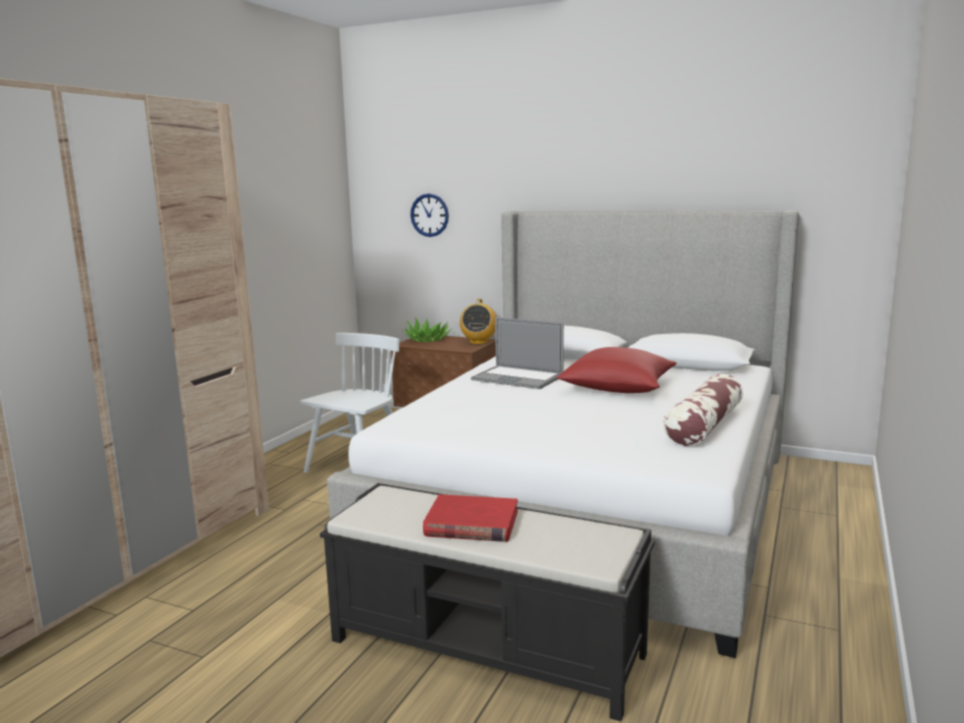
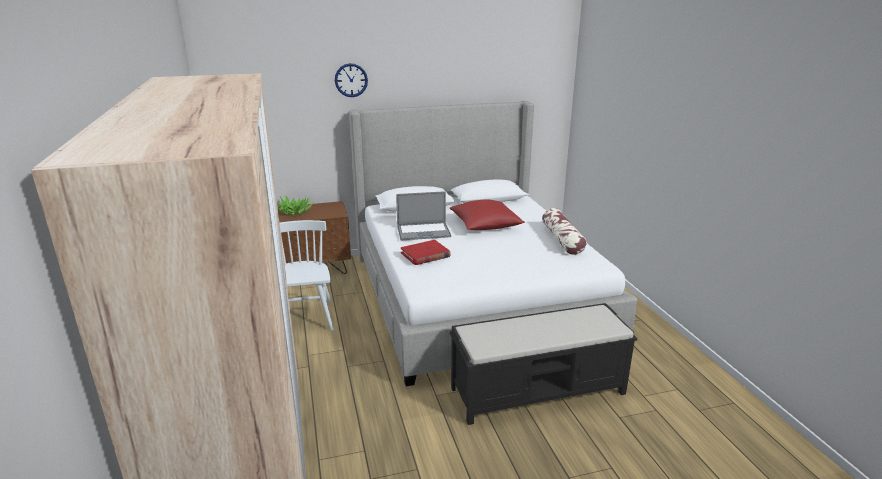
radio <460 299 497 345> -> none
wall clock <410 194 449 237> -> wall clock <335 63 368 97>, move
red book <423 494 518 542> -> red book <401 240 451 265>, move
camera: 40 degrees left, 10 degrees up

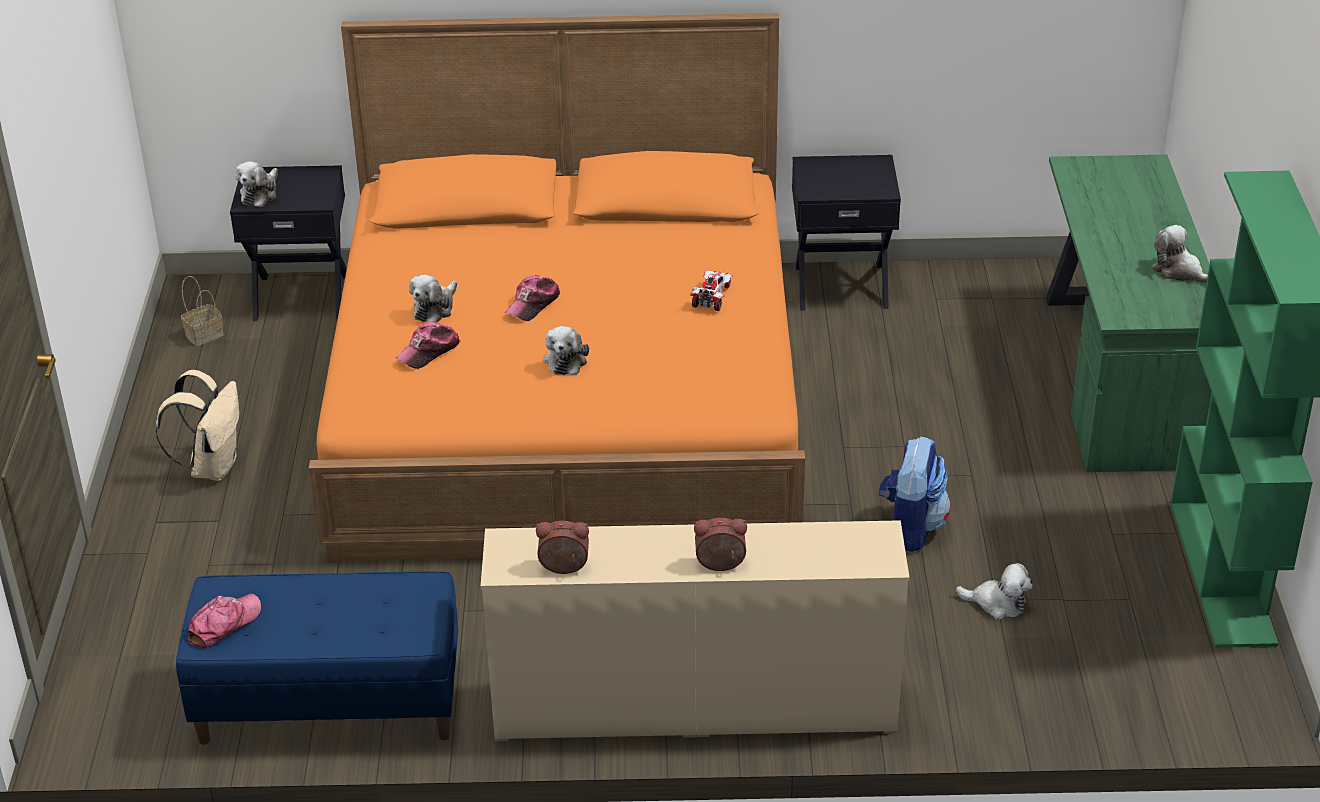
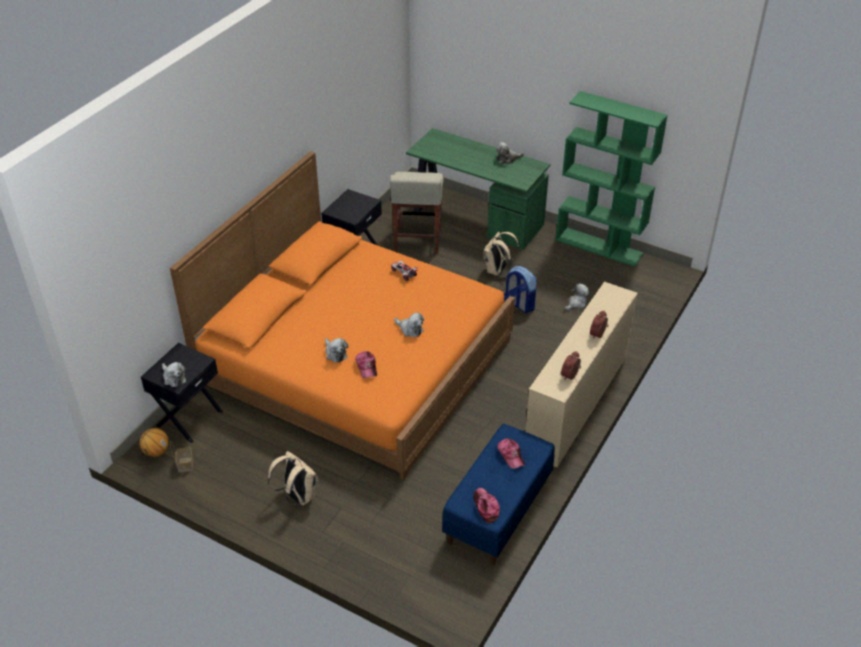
none -> basketball <139 428 169 457>
none -> beige stool <390 172 444 254>
none -> beige backpack <484 232 519 276>
cap <505 275 560 321> -> cap <498 438 525 469>, move
camera: 60 degrees left, 5 degrees up

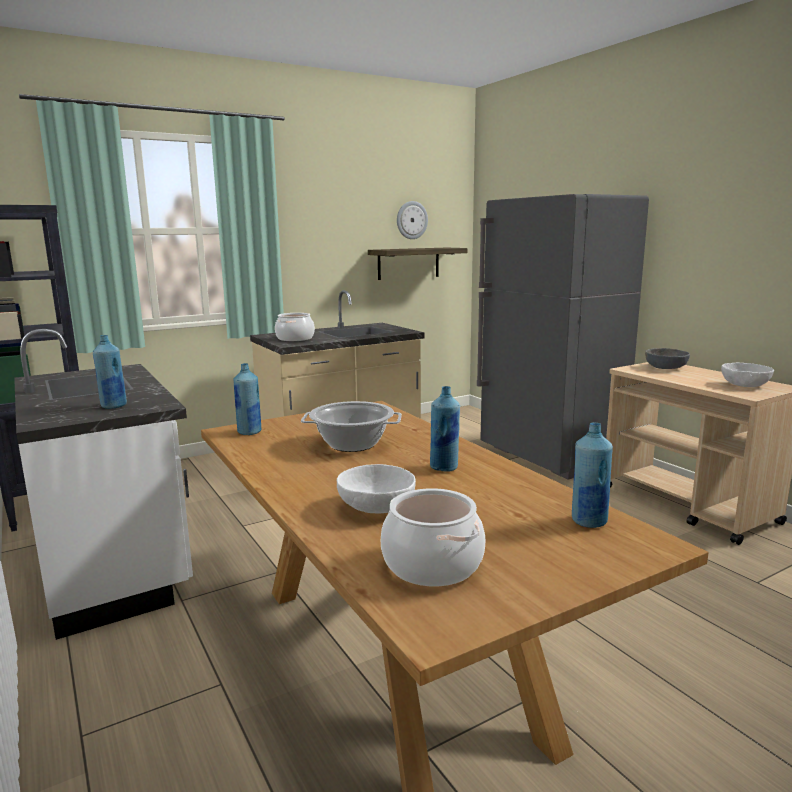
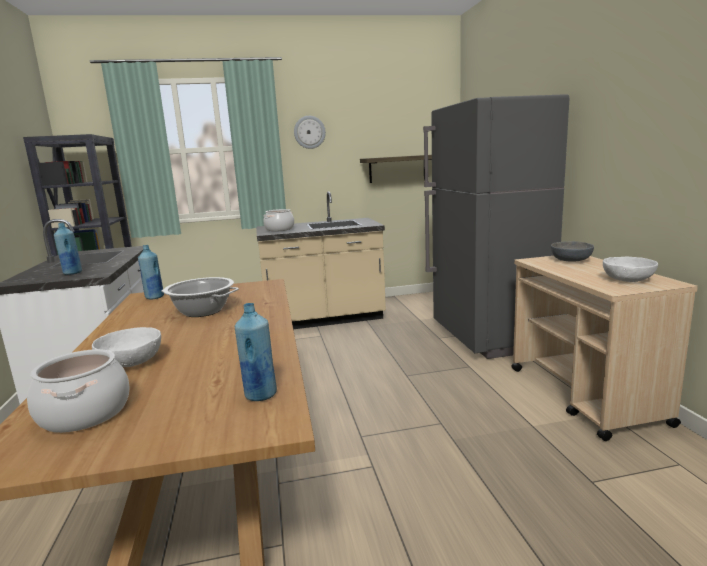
blue bottle <430 386 460 472> -> none
wall clock <397 201 428 239> -> wall clock <294 116 326 149>, move
camera: 20 degrees right, 0 degrees up

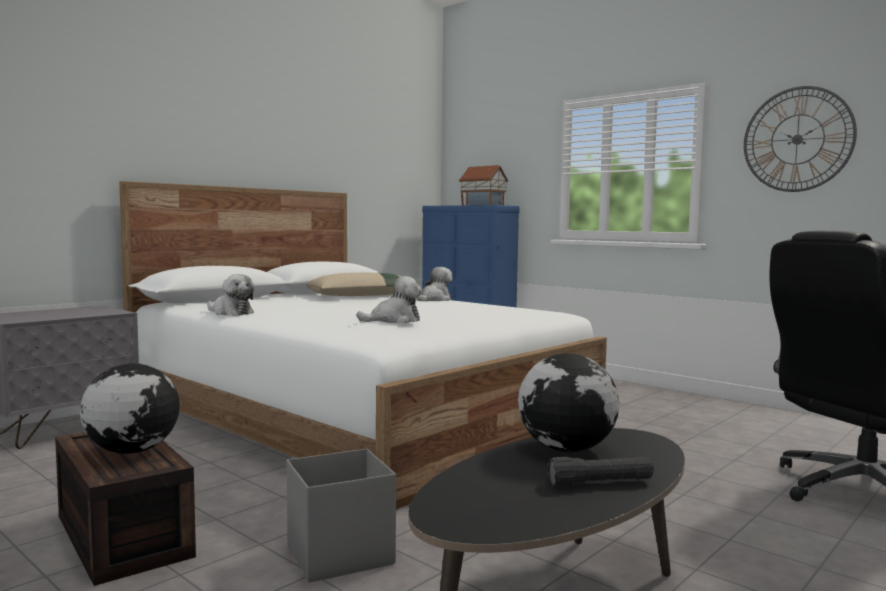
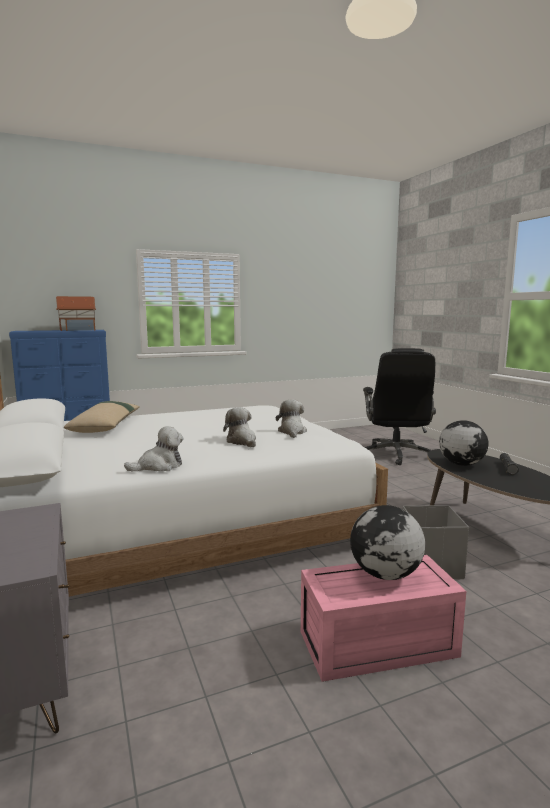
wall clock <744 86 857 192> -> none
plush toy <416 267 453 301> -> plush toy <223 407 256 447>, move
brown storage box <55 432 196 586> -> pink storage box <301 555 466 682>
camera: 65 degrees left, 5 degrees up

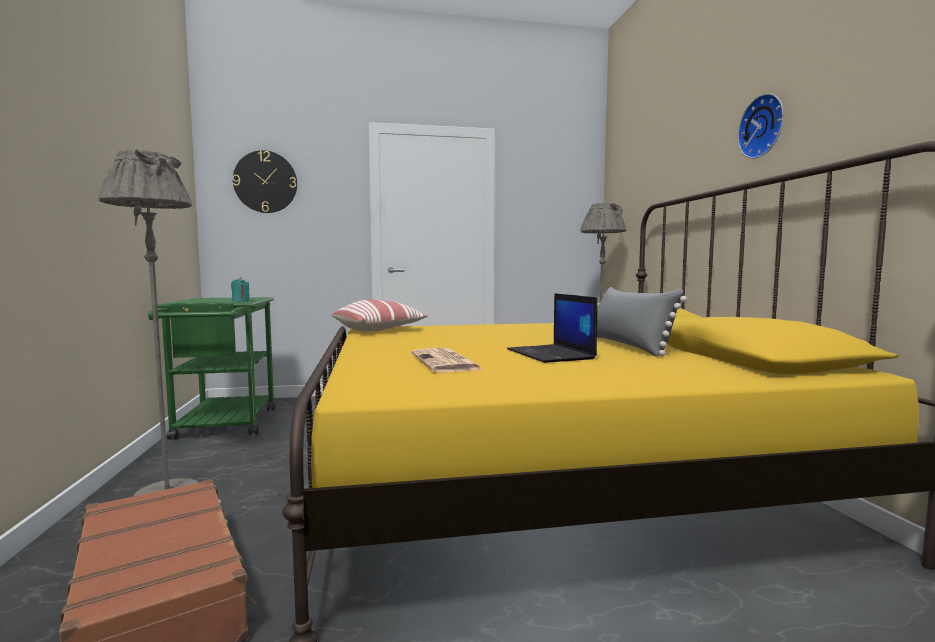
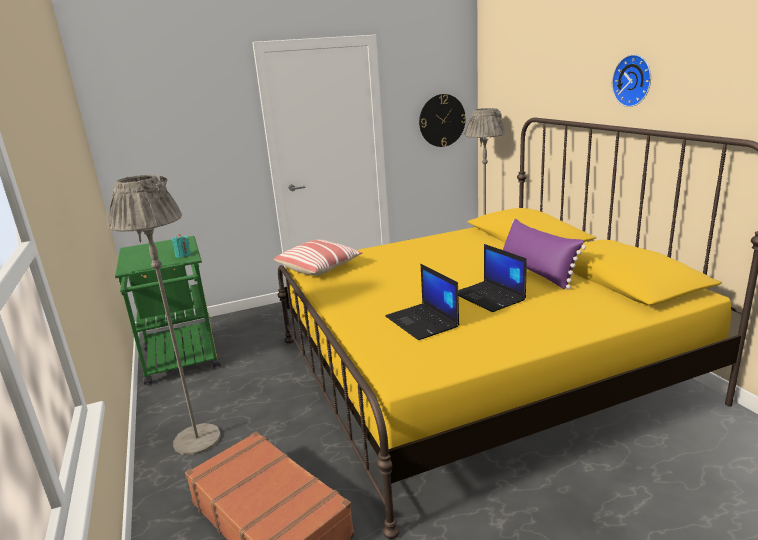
wall clock <233 150 297 213> -> wall clock <419 94 466 147>, move
newspaper <412 348 484 372> -> laptop <385 264 459 340>
grey pillow <597 287 687 357> -> purple pillow <503 219 586 290>
camera: 10 degrees left, 15 degrees up

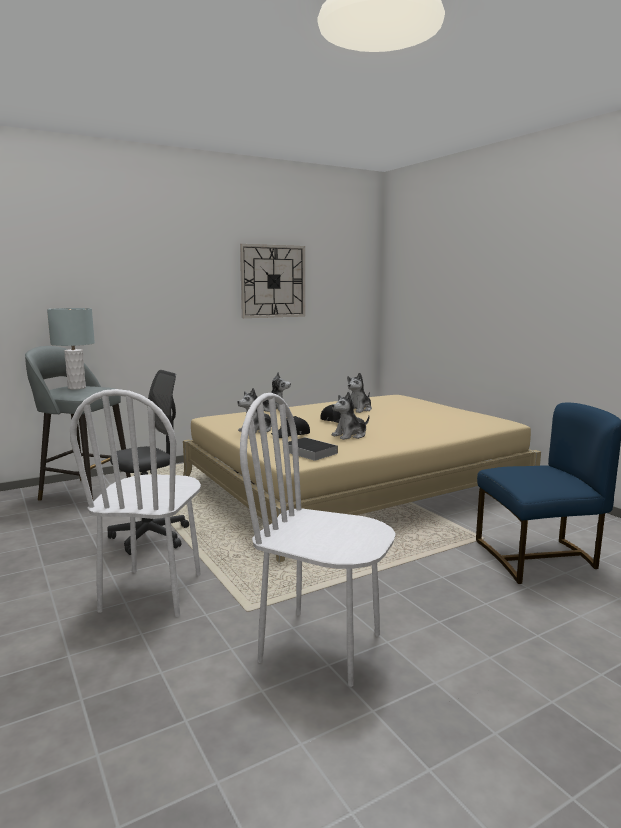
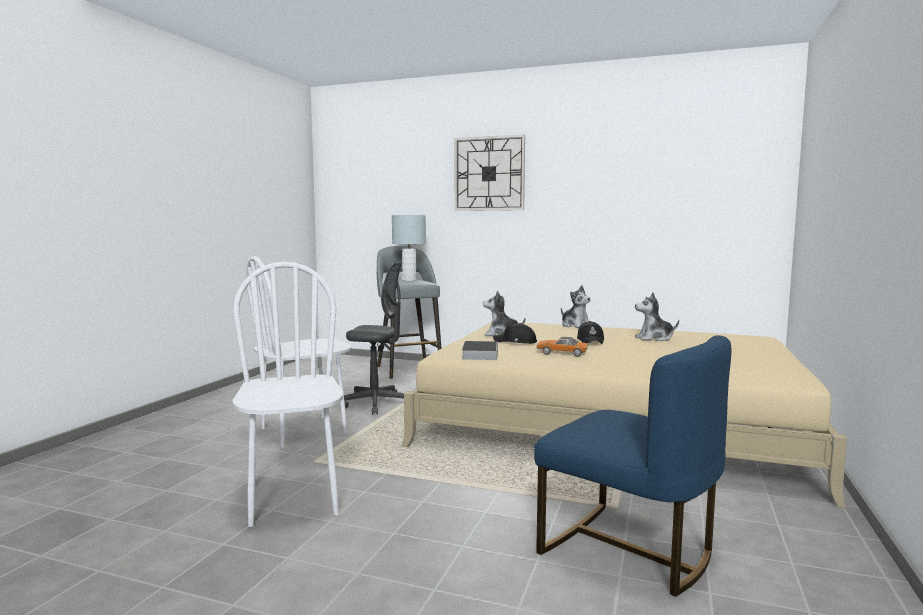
wall clock <240 244 305 318> -> wall clock <454 134 525 211>, move
plush toy <332 392 369 440> -> toy car <536 337 588 356>
camera: 50 degrees right, 5 degrees down

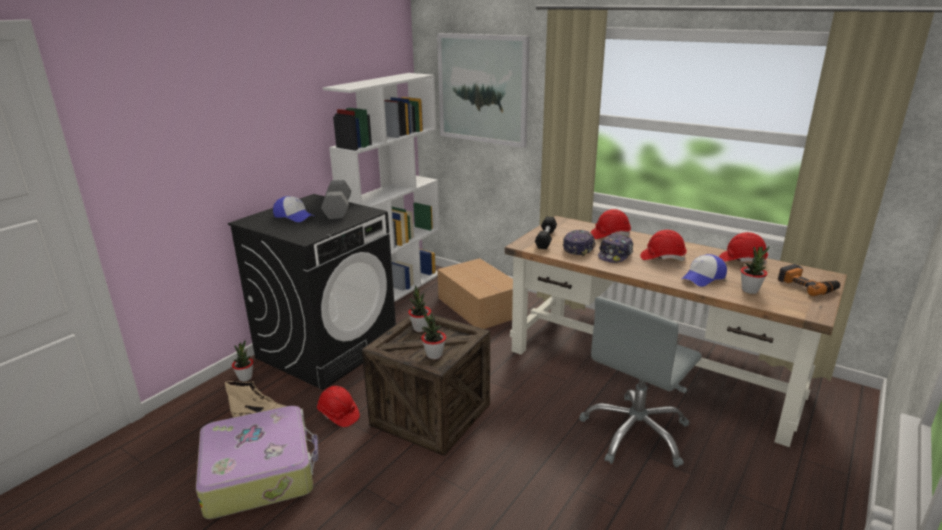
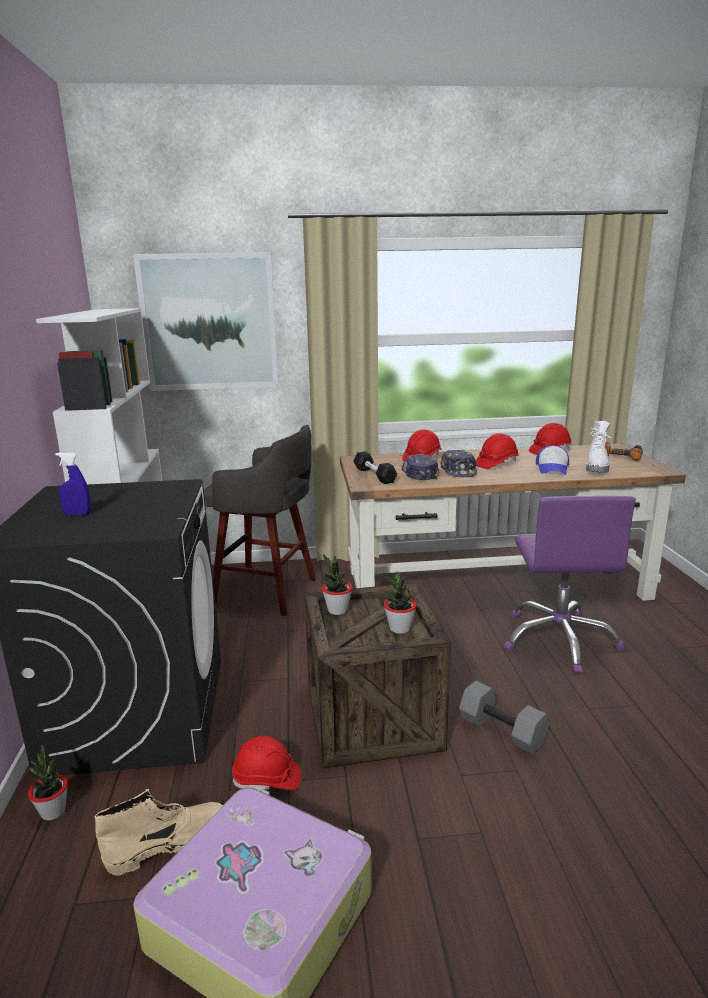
grey dumbbell <321 180 351 219> -> grey dumbbell <459 681 549 755>, move
cap <273 196 314 222> -> blue spray bottle <55 452 91 515>
cardboard box <437 258 513 329> -> grey stool <204 425 316 616>
potted plant <741 246 770 294> -> white boot <586 421 612 472>
grey office chair <579 296 702 467> -> purple office chair <504 496 636 674>
camera: 40 degrees left, 5 degrees down

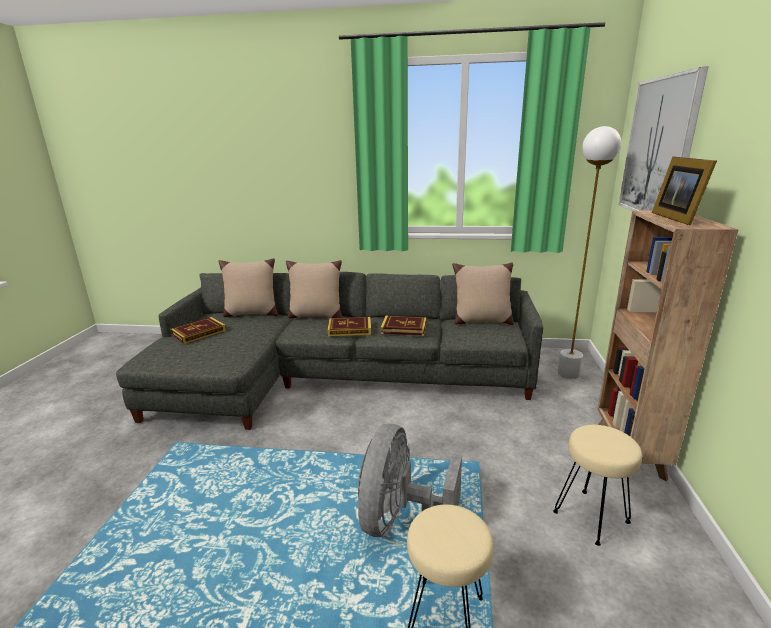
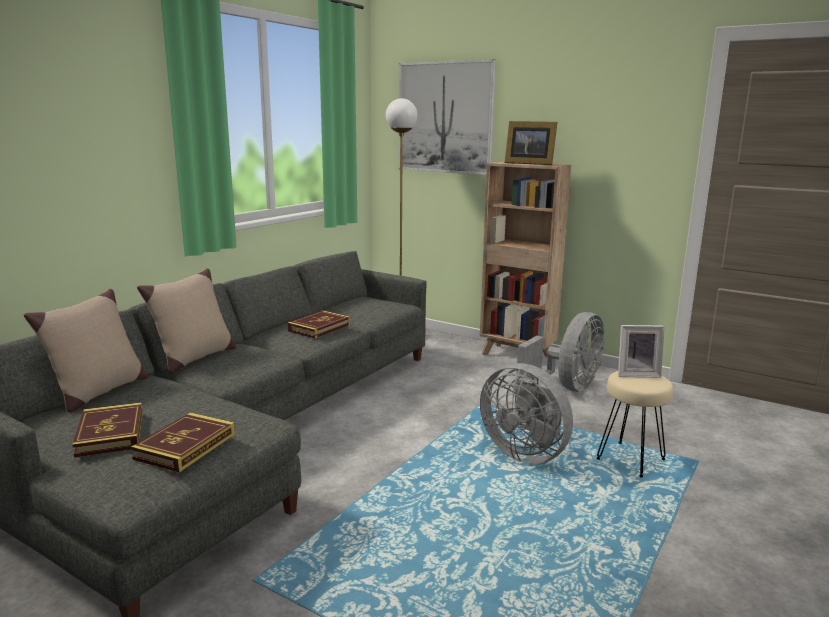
beige pillow <452 262 514 325> -> none
none -> picture frame <618 325 665 378>
book <327 317 371 337> -> book <131 412 235 473>, move
beige stool <553 425 642 546> -> grey fan <516 312 605 392>
camera: 65 degrees left, 5 degrees down

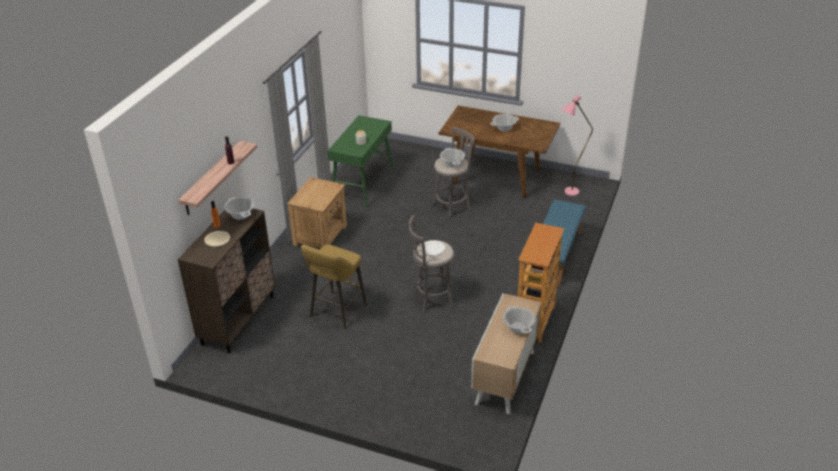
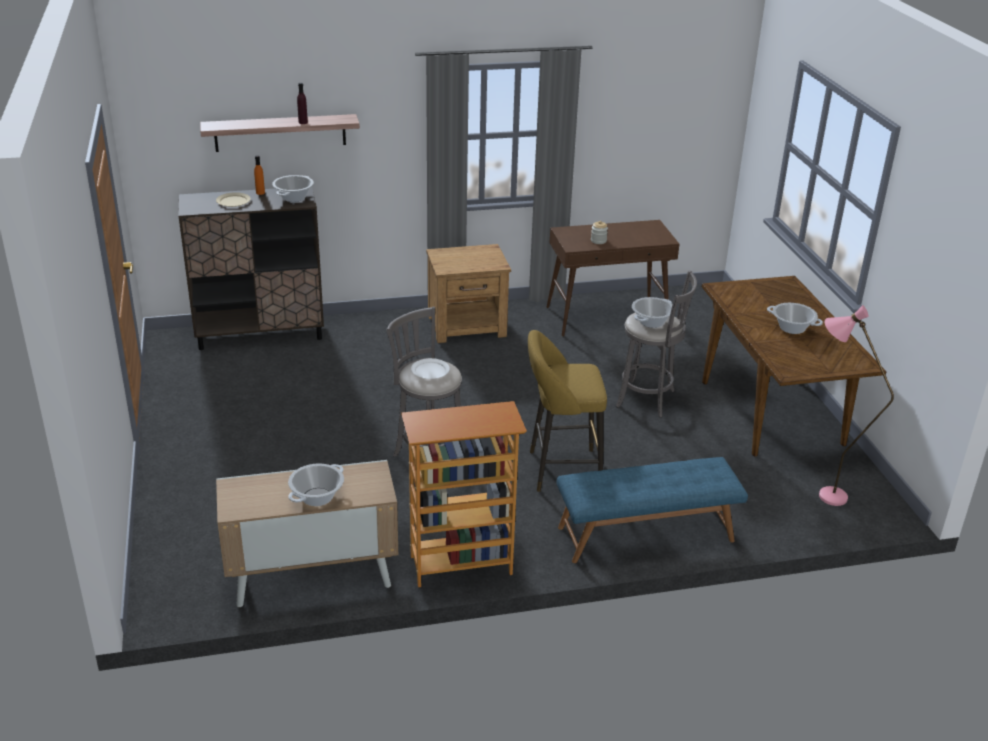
yellow stool <301 244 367 329> -> yellow stool <528 330 607 492>, move
green console table <328 115 395 208> -> brown console table <546 220 680 337>
camera: 55 degrees right, 5 degrees down

